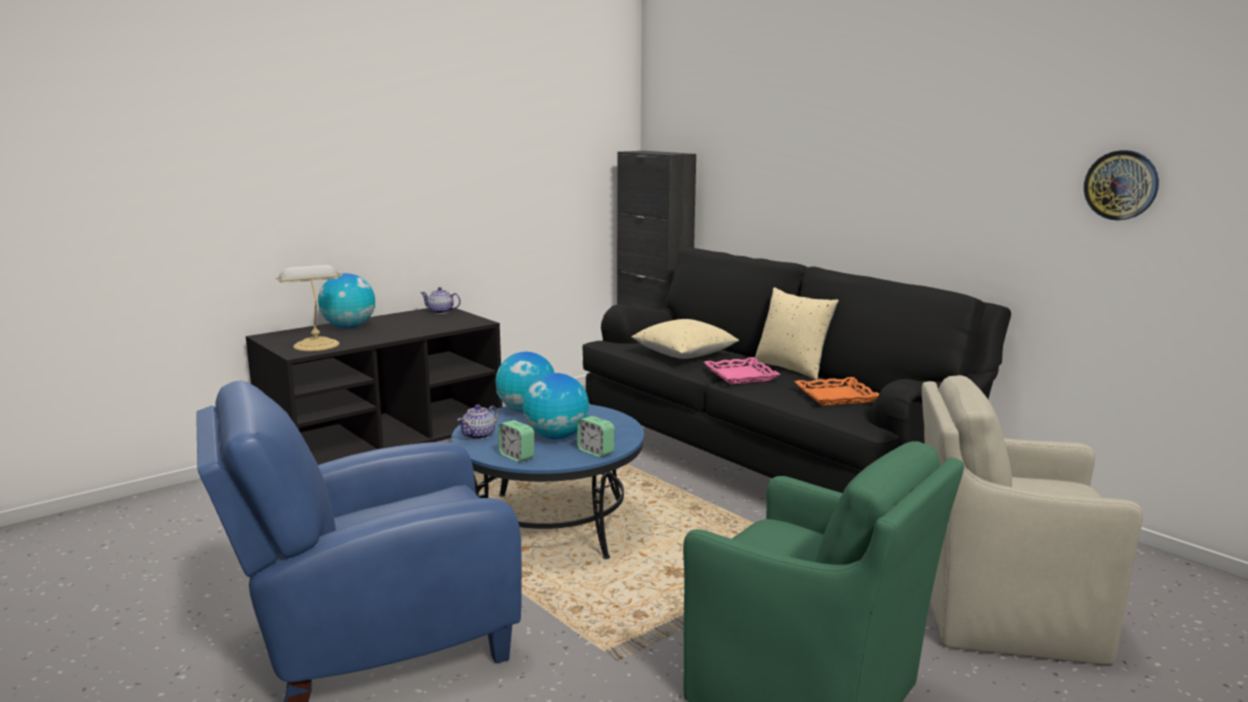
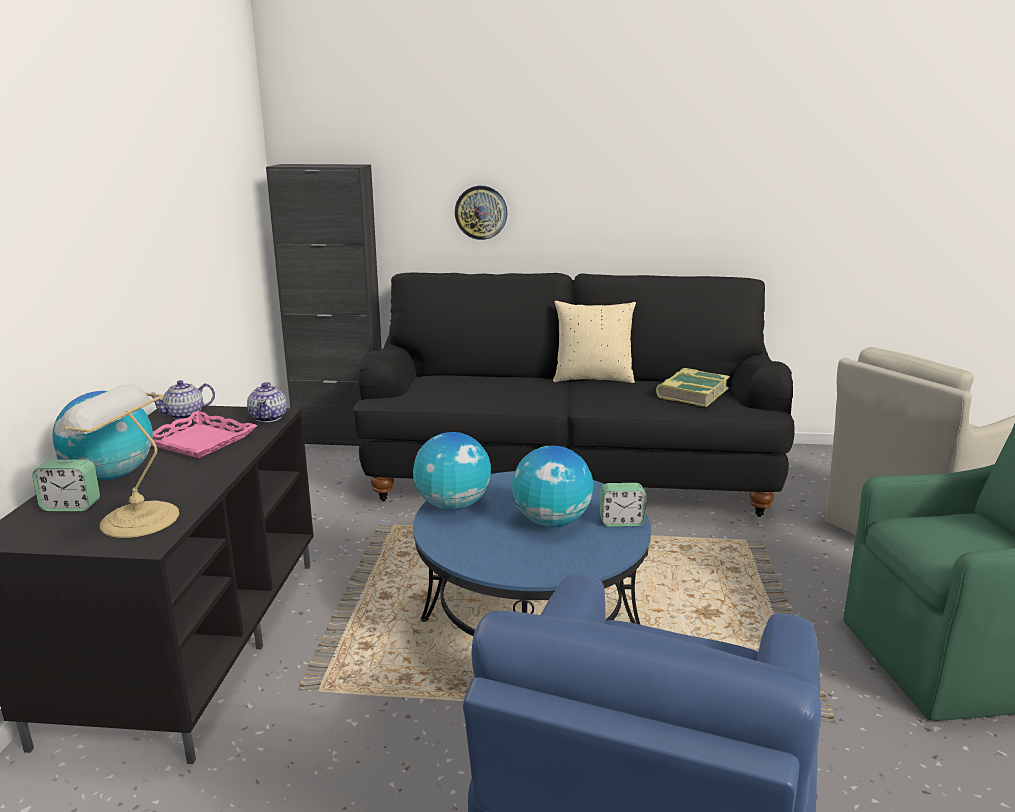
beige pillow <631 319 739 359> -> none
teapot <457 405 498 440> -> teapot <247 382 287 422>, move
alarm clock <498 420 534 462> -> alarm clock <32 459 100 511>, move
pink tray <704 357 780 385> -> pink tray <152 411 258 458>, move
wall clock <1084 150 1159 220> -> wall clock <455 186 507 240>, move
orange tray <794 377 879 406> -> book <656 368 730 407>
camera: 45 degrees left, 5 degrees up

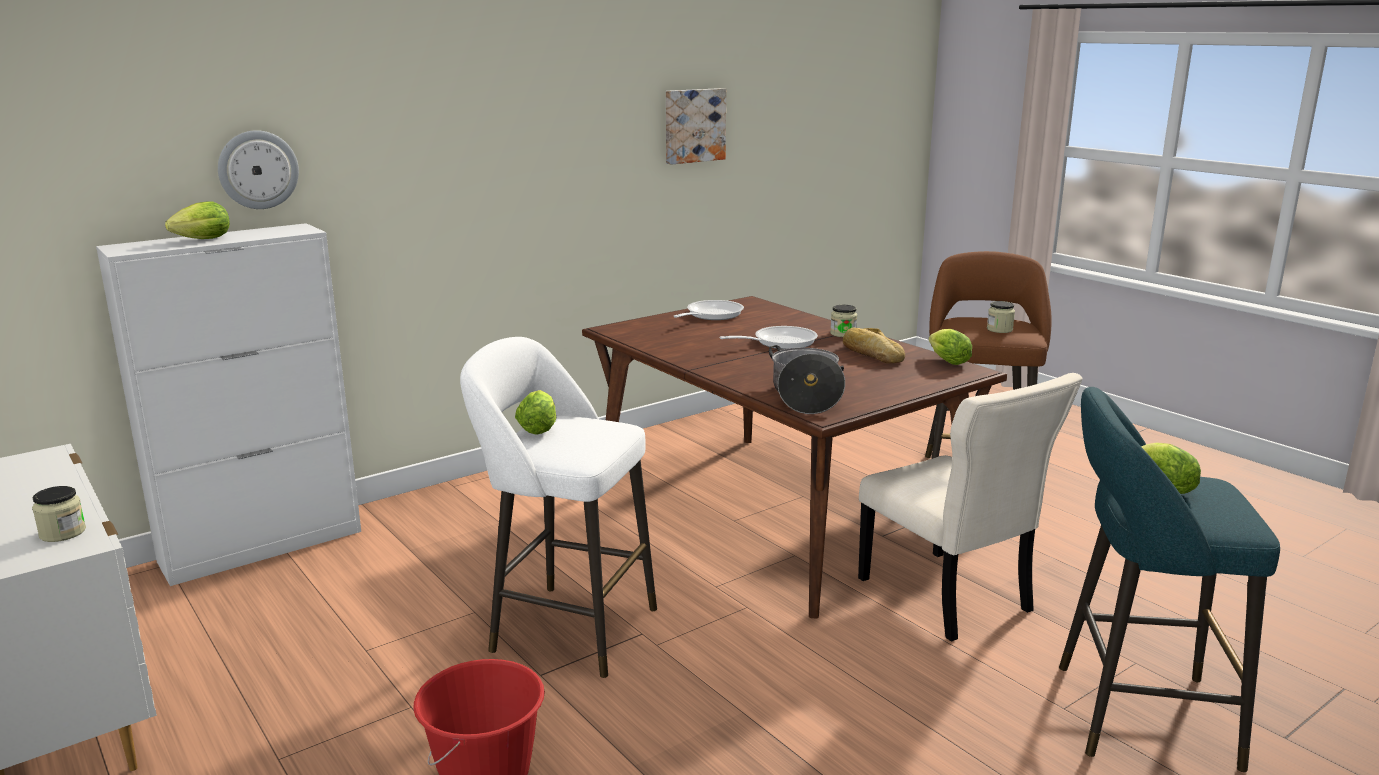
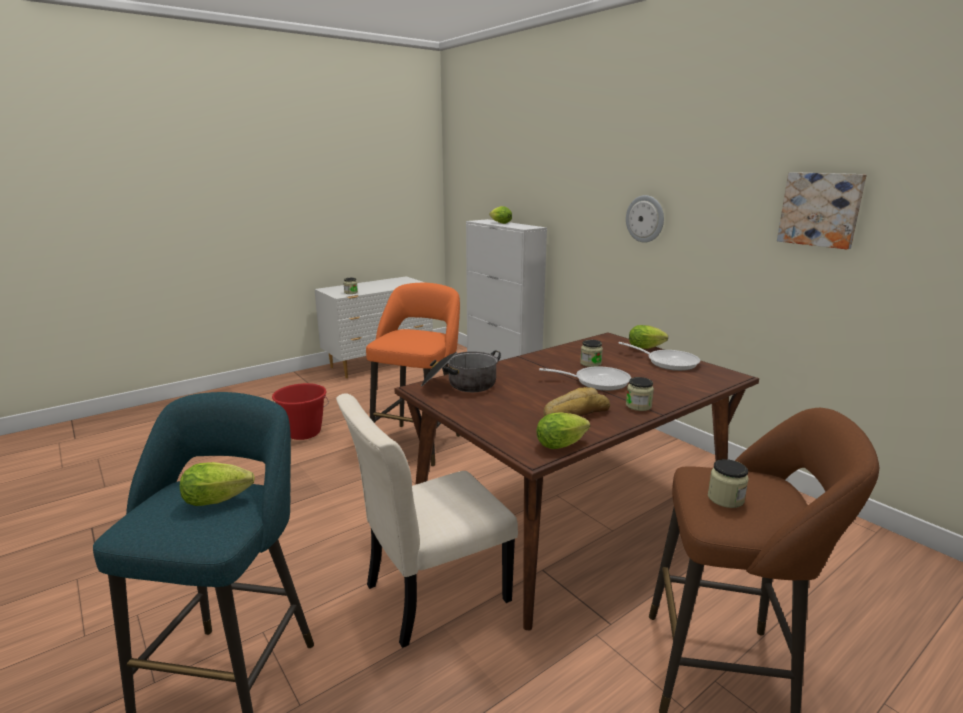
none -> jar <580 340 603 367>
wall clock <218 130 299 209> -> wall clock <626 195 664 243>, move
lettuce <515 390 556 435> -> lettuce <629 325 668 349>, move
white stool <460 337 657 678> -> orange stool <366 283 460 466>
frying pan <719 326 818 349> -> frying pan <539 366 631 391>, 60 degrees counterclockwise
camera: 90 degrees right, 0 degrees up

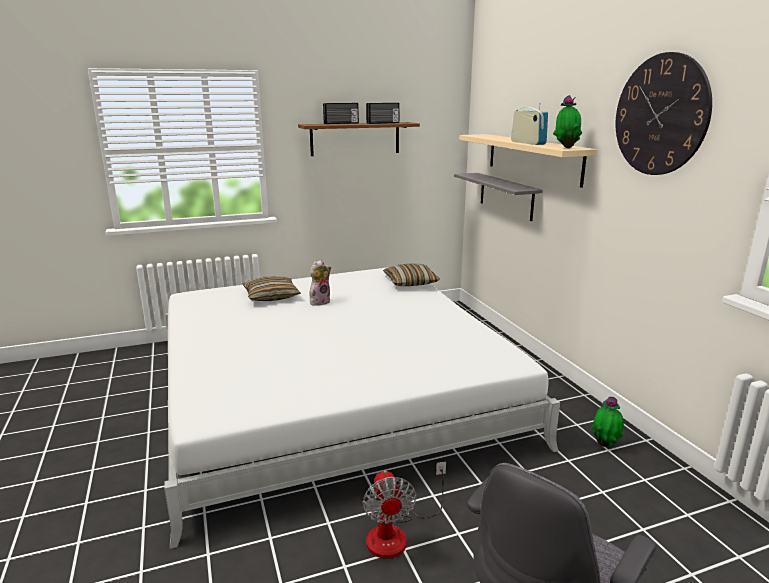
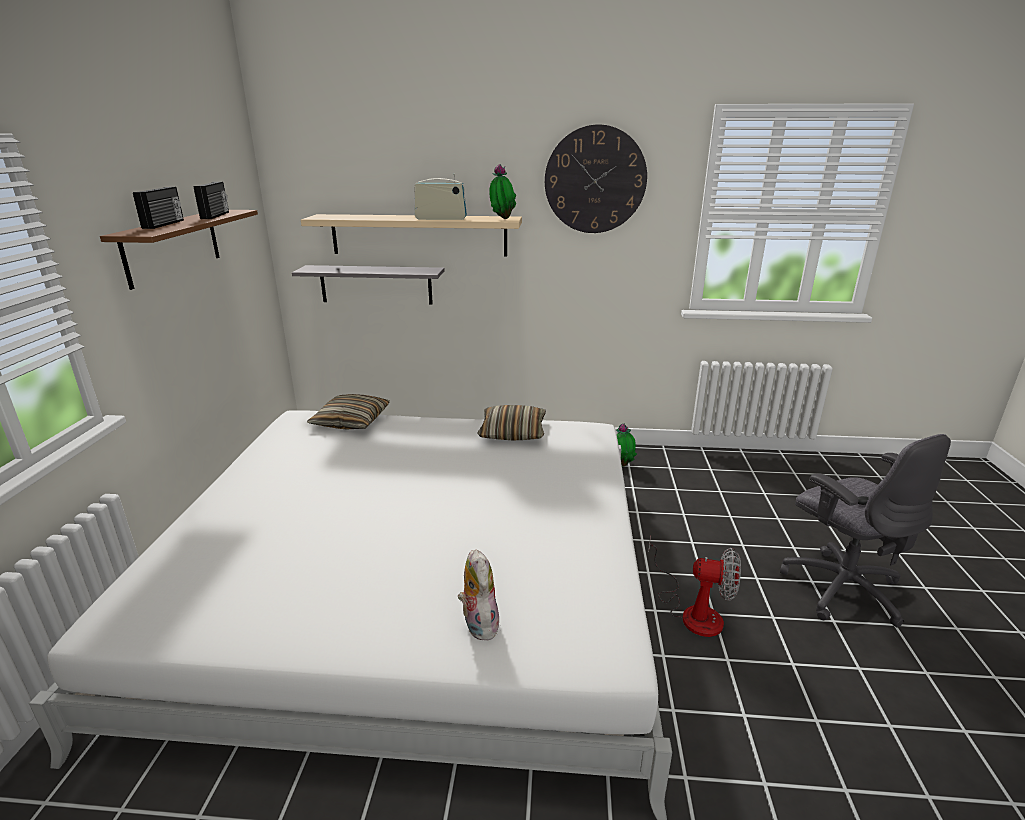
pillow <243 276 301 301> -> pillow <477 405 546 440>, move
plush toy <310 260 331 306> -> plush toy <458 549 499 640>, move
camera: 65 degrees left, 5 degrees up

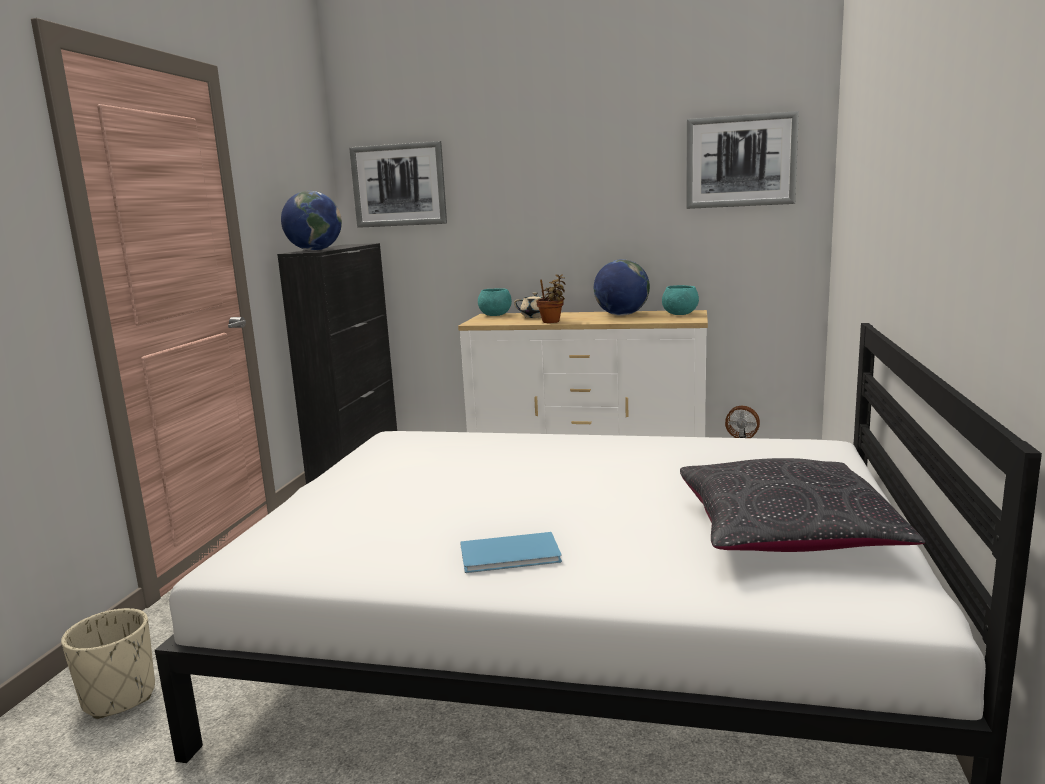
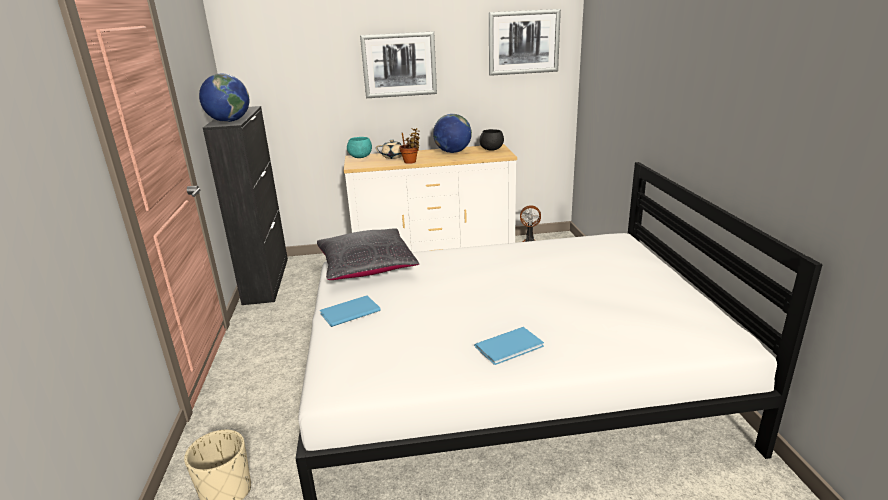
none -> blue book <320 295 381 327>
picture <349 141 447 228> -> picture <360 32 437 98>, move
black pillow <680 458 925 552> -> black pillow <317 228 419 280>, move
turquoise bowl <662 285 699 315> -> black bowl <480 129 504 150>
camera: 20 degrees left, 10 degrees up

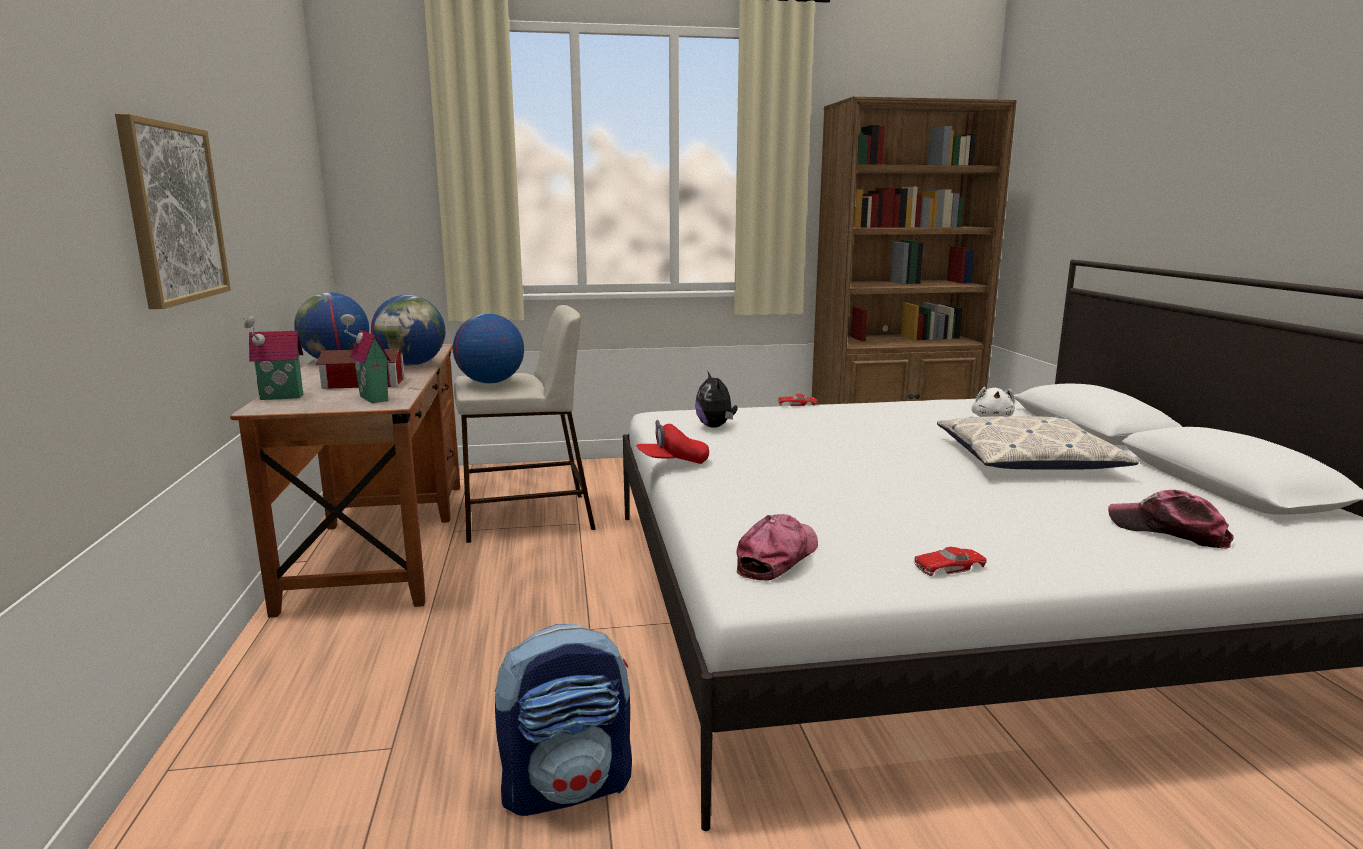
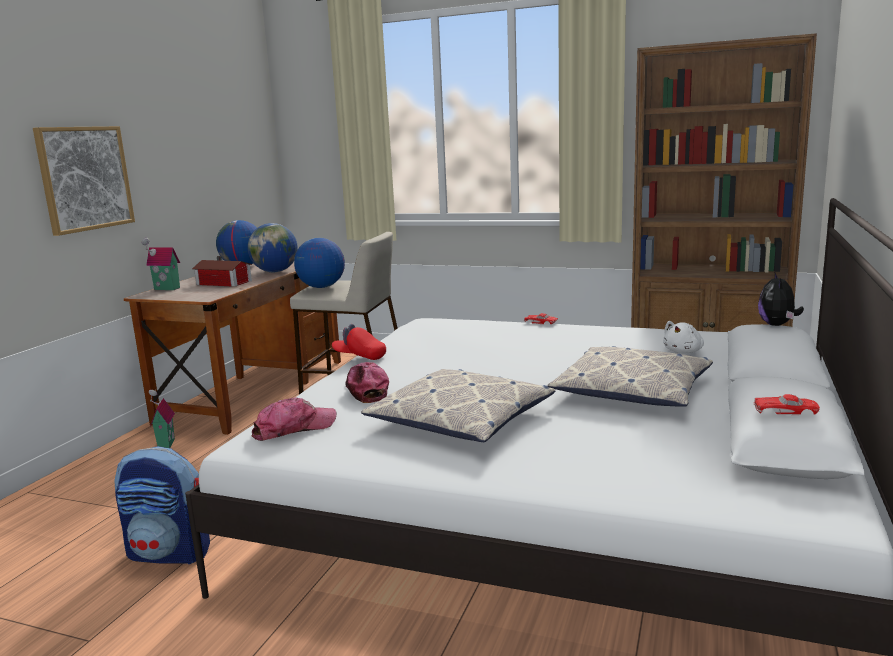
none -> pillow <361 369 555 442>
toy house <340 314 391 403> -> toy house <149 389 175 448>, move
plush toy <695 372 738 428> -> plush toy <758 272 804 326>, move
red toy car <914 547 987 576> -> red toy car <753 394 820 415>, move
cap <1108 490 1234 549> -> cap <345 362 389 403>, move
camera: 30 degrees right, 0 degrees up

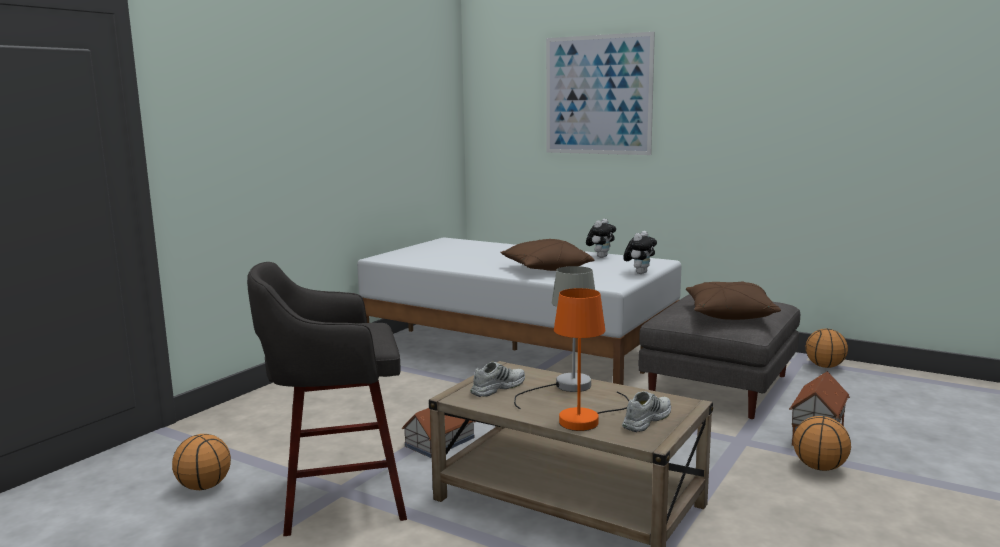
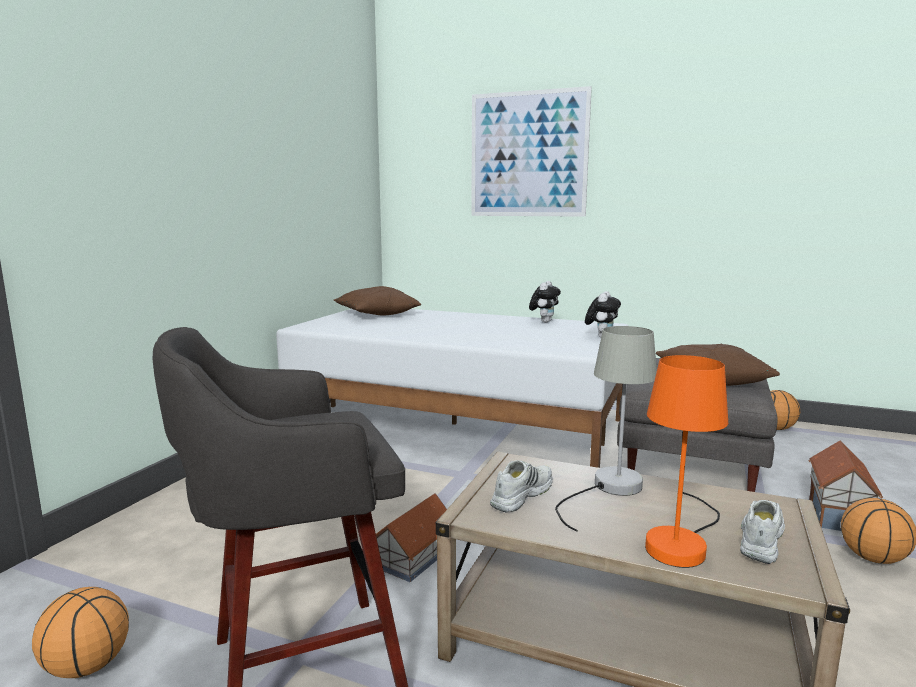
brown pillow <500 239 594 271> -> brown pillow <334 286 421 315>, move
camera: 10 degrees left, 0 degrees up

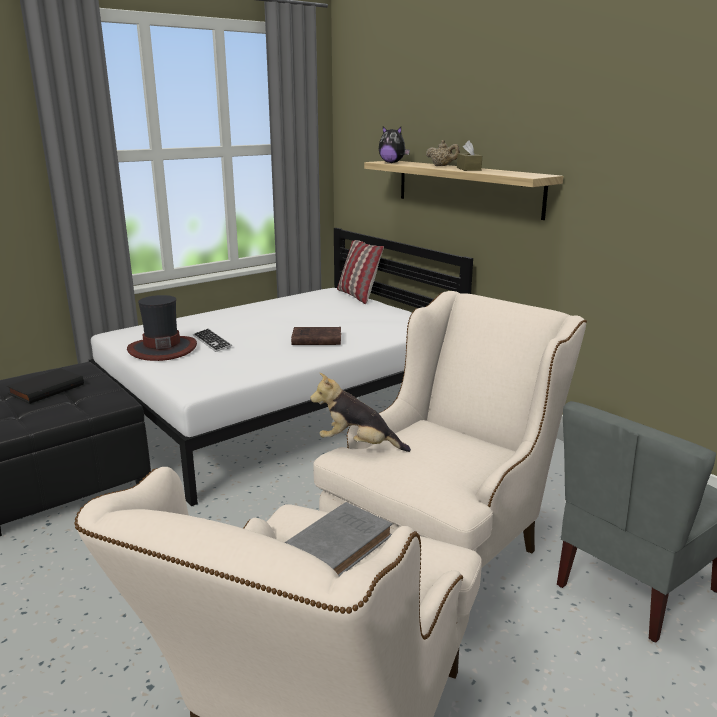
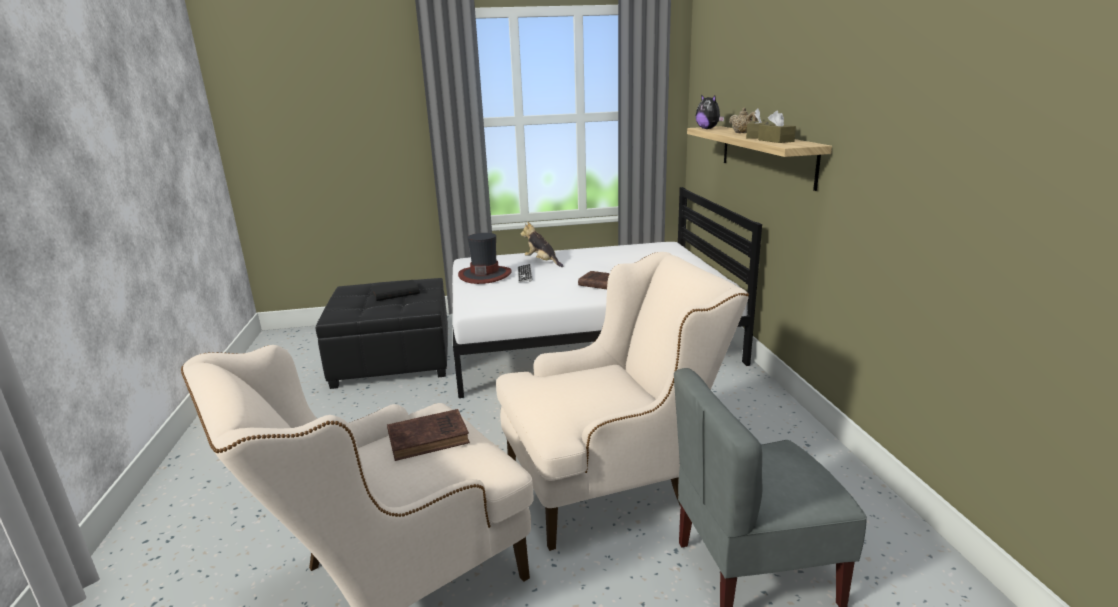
pillow <337 240 384 304> -> none
none -> brown tissue box <758 110 796 143>
plush toy <310 373 411 452> -> plush toy <521 222 564 267>, move
grey book <284 502 392 577> -> brown book <387 409 470 461>
camera: 30 degrees right, 0 degrees up

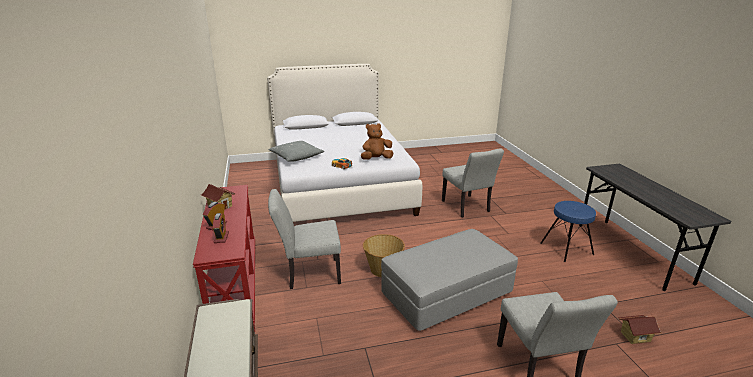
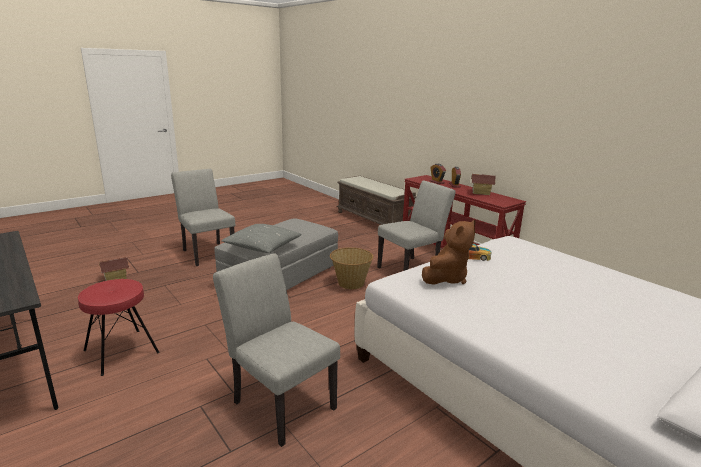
grey pillow <269 141 324 162> -> grey pillow <222 224 302 253>, move
blue stool <541 201 596 262> -> red stool <78 279 160 376>
camera: 155 degrees right, 5 degrees down

